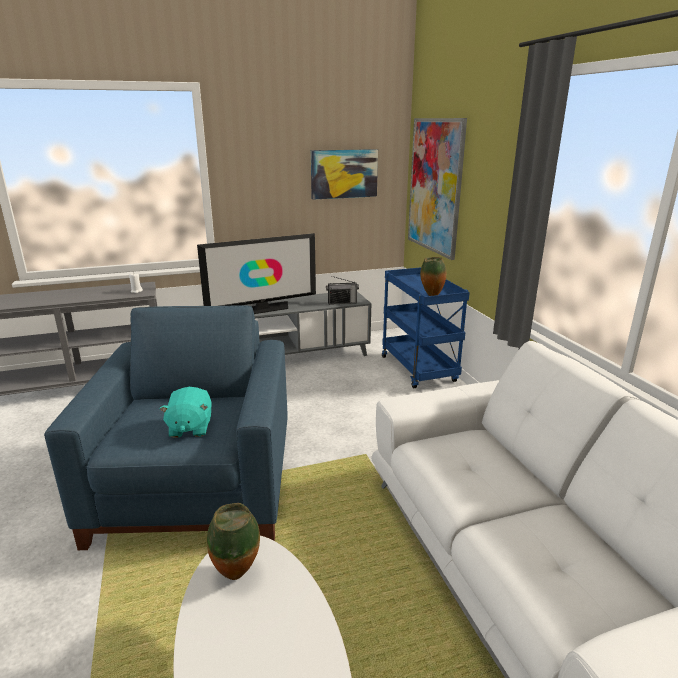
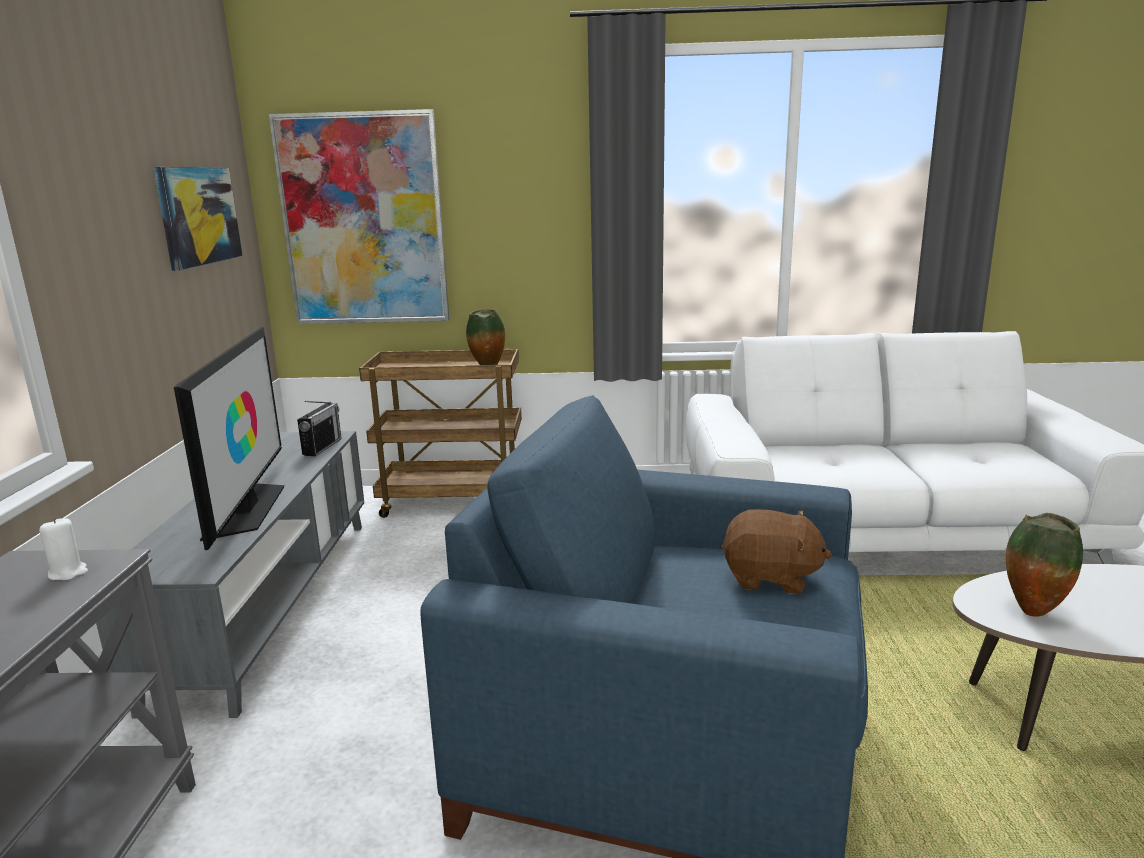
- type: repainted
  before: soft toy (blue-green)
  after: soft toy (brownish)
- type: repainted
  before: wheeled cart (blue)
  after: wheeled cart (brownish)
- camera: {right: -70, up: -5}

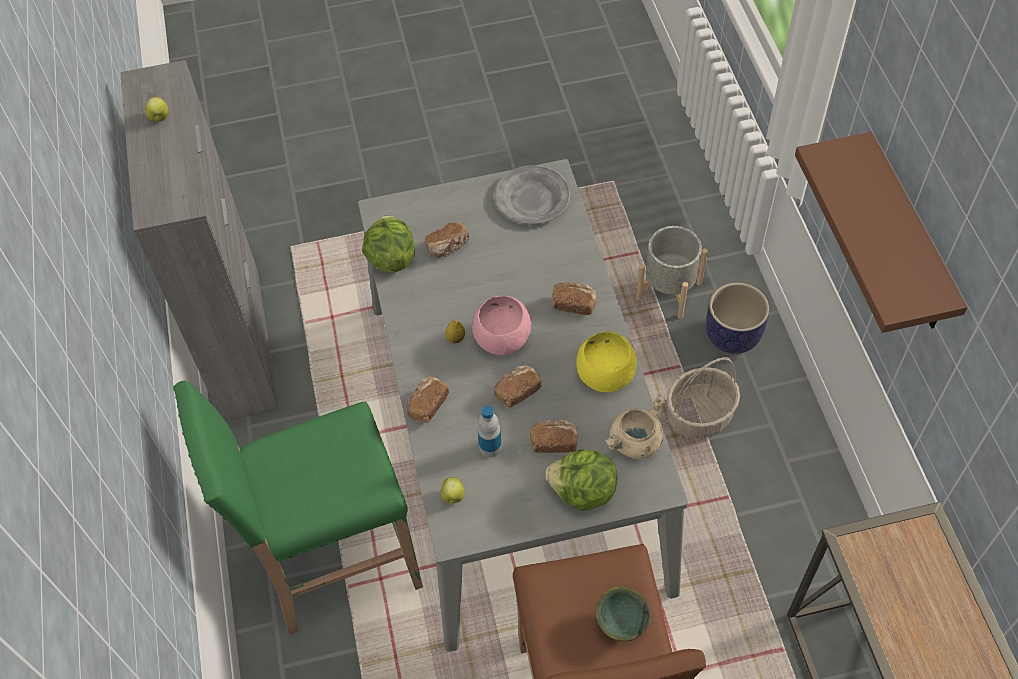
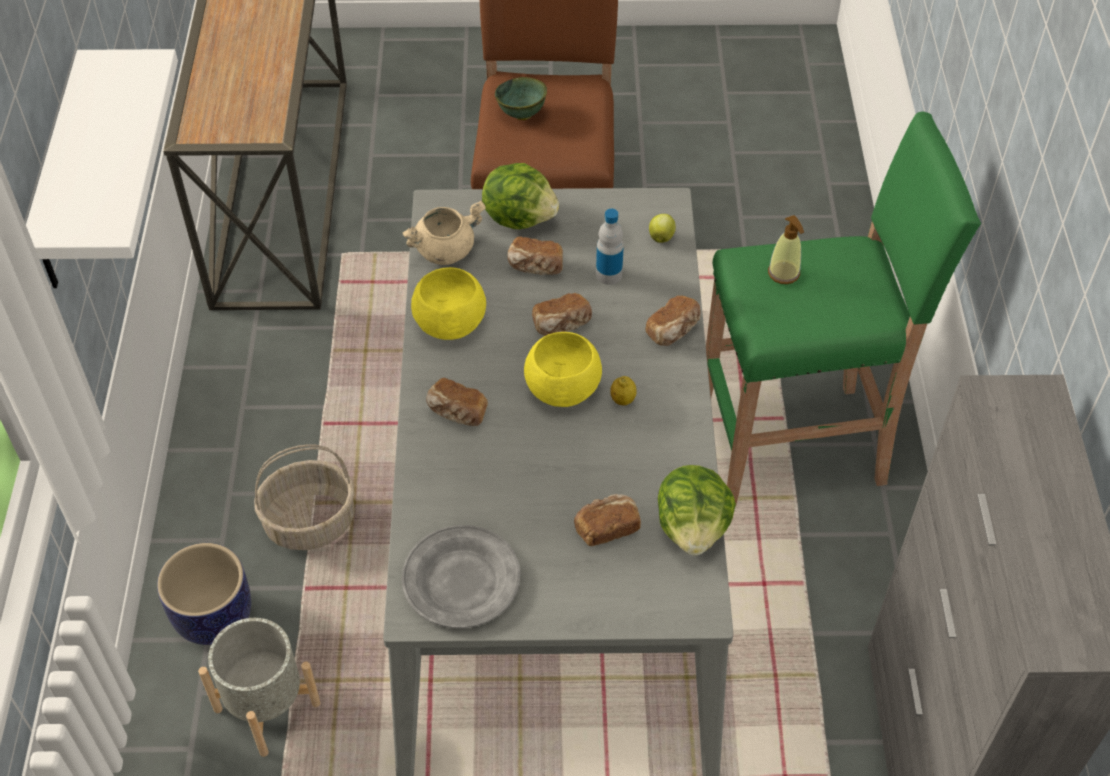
- type: gone
  before: apple (no. 1 from left)
- type: new
  after: liquid soap bottle
- type: repainted
  before: deep dish (pink-coloured)
  after: deep dish (yellowish) (no. 2 from left)
- type: repainted
  before: bracket shelf (brownish)
  after: bracket shelf (white)
- camera: {right: -170, up: -5}

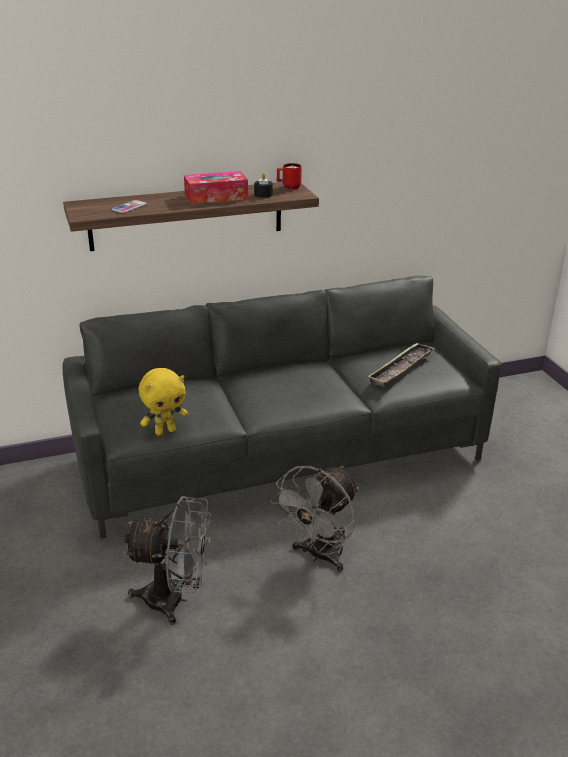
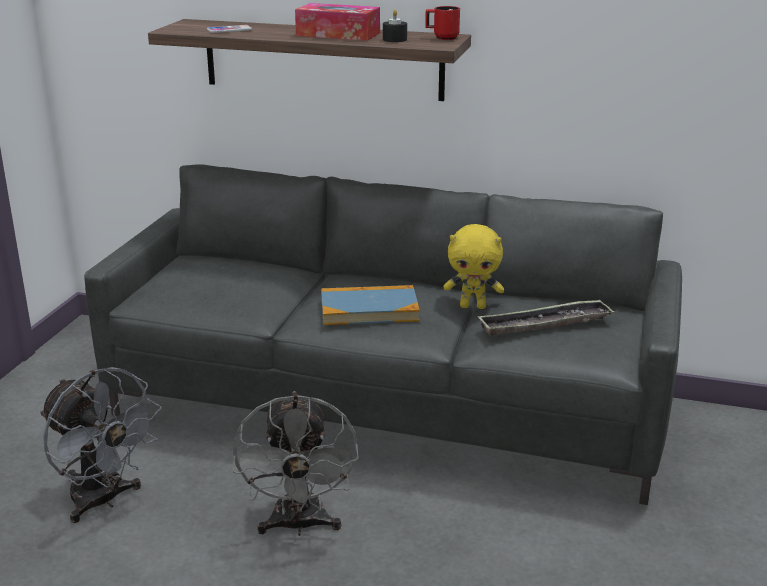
- type: new
  after: volume
- type: shifted
  before: soft toy (yellowish)
- type: rotated
  before: cooling fan (grey) (no. 2 from left)
  turn: -75
- camera: {right: 35, up: -5}

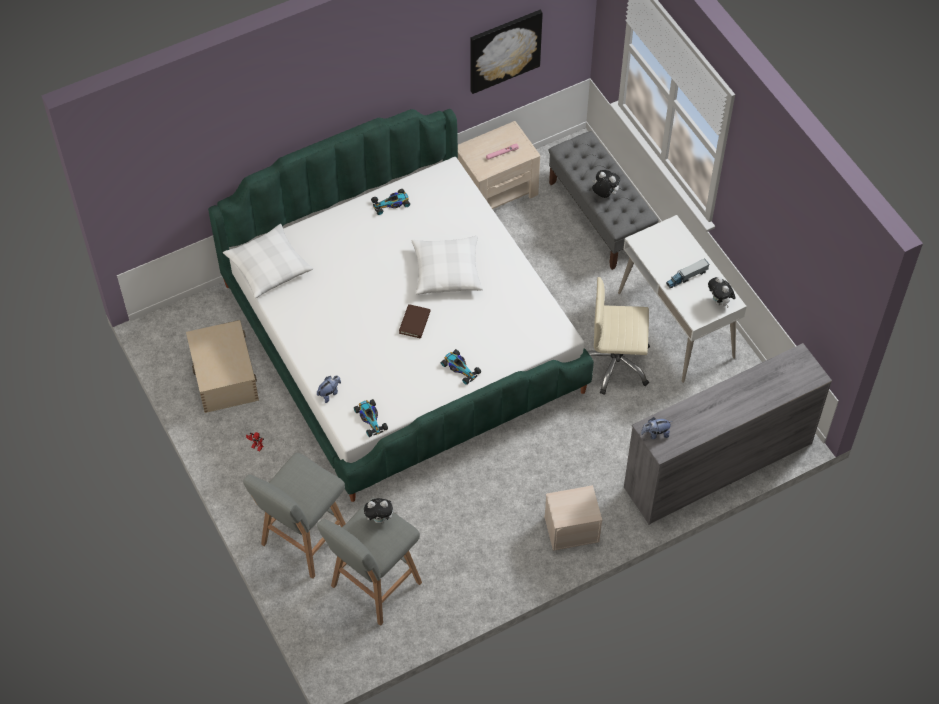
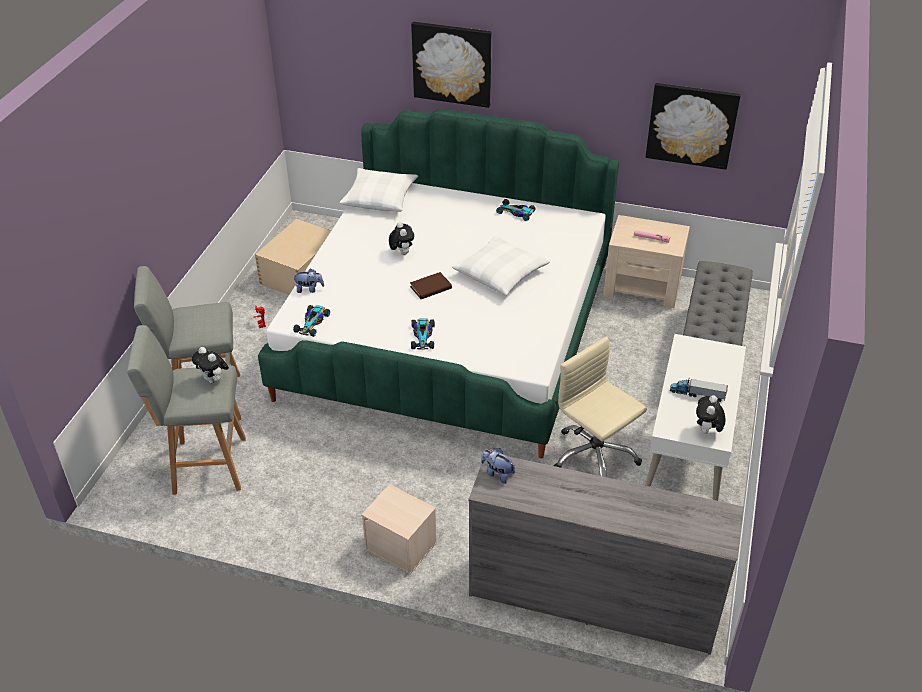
- type: new
  after: wall art (no. 1 from left)
- type: shifted
  before: soft toy (no. 3 from left)
- camera: {right: 45, up: -15}

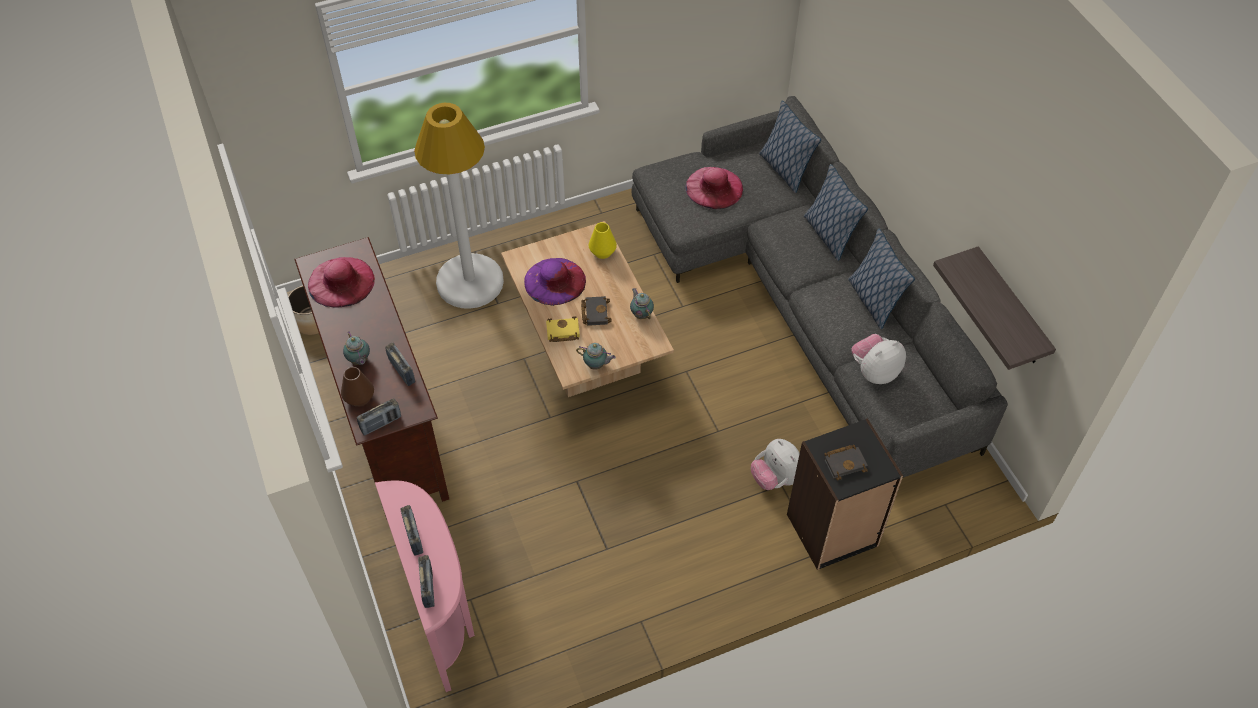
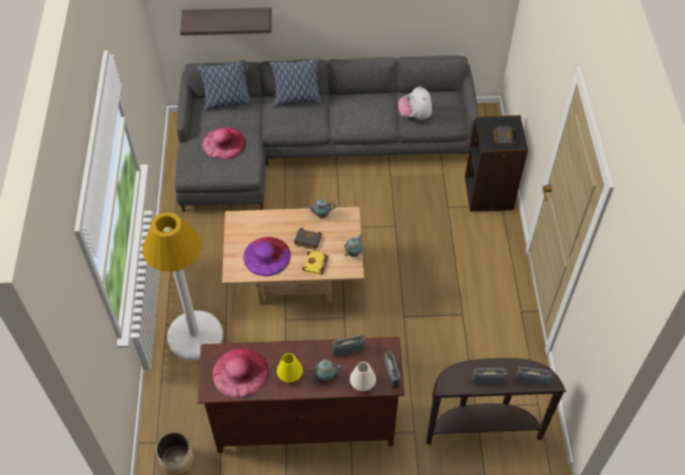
- type: gone
  before: soft toy (no. 1 from left)
- type: gone
  before: cushion (no. 3 from left)
- type: shifted
  before: decorative vase (yellowish)
- type: shifted
  before: bracket shelf
- type: repainted
  before: decorative vase (brownish)
  after: decorative vase (white)
- type: repainted
  before: hall table (pink-coloured)
  after: hall table (brownish)
- camera: {right: -70, up: 0}

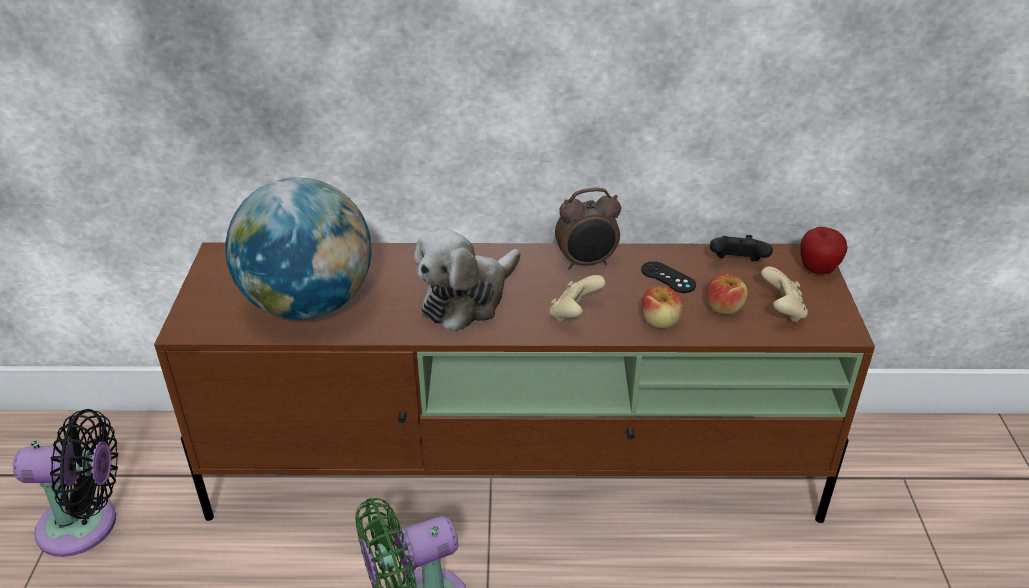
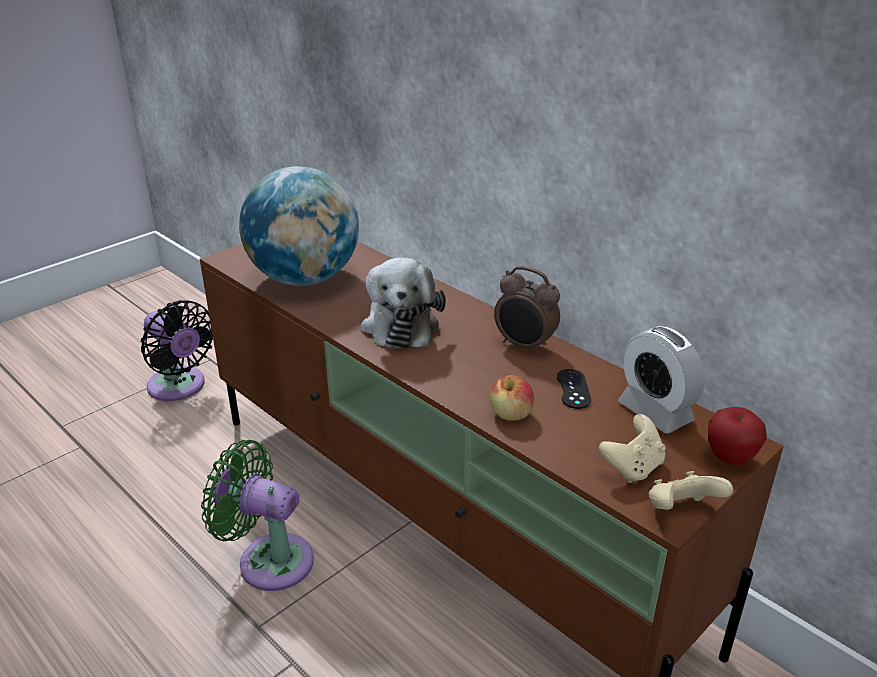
- type: gone
  before: apple (no. 2 from left)
- type: shifted
  before: gamepad (beige-coloured) (no. 1 from left in the first image)
  after: gamepad (beige-coloured) (no. 2 from left)
- type: swapped
  before: gamepad (blackish) (no. 2 from left)
  after: table clock (no. 2 from left)
- type: rotated
  before: soft toy
  turn: -90
- camera: {right: 45, up: -5}

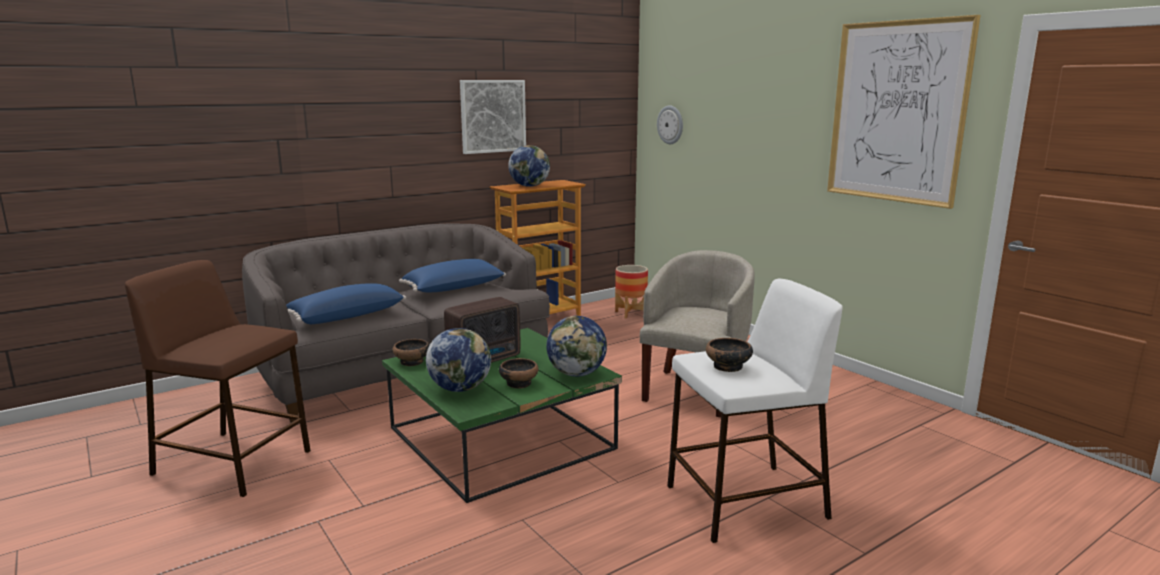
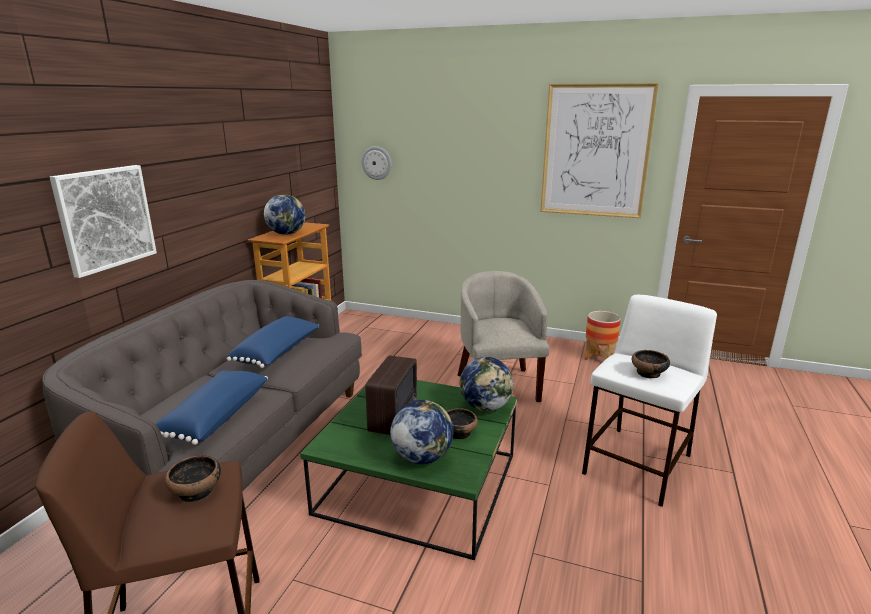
- type: shifted
  before: deep dish (no. 1 from left)
- type: shifted
  before: wall art (no. 1 from left)
- type: shifted
  before: flower pot
- camera: {right: -35, up: 5}

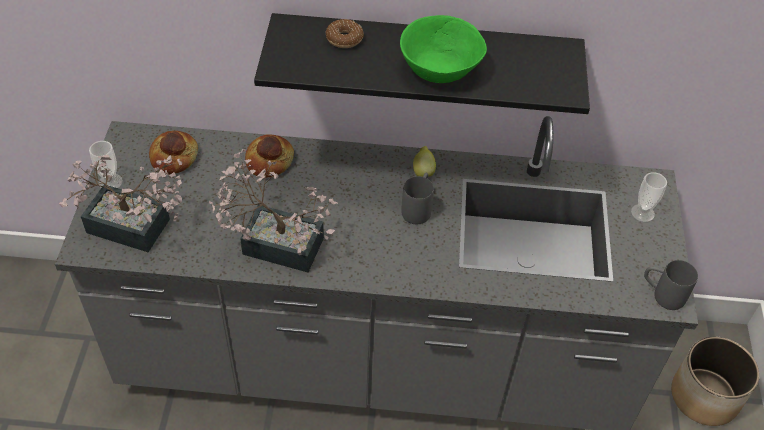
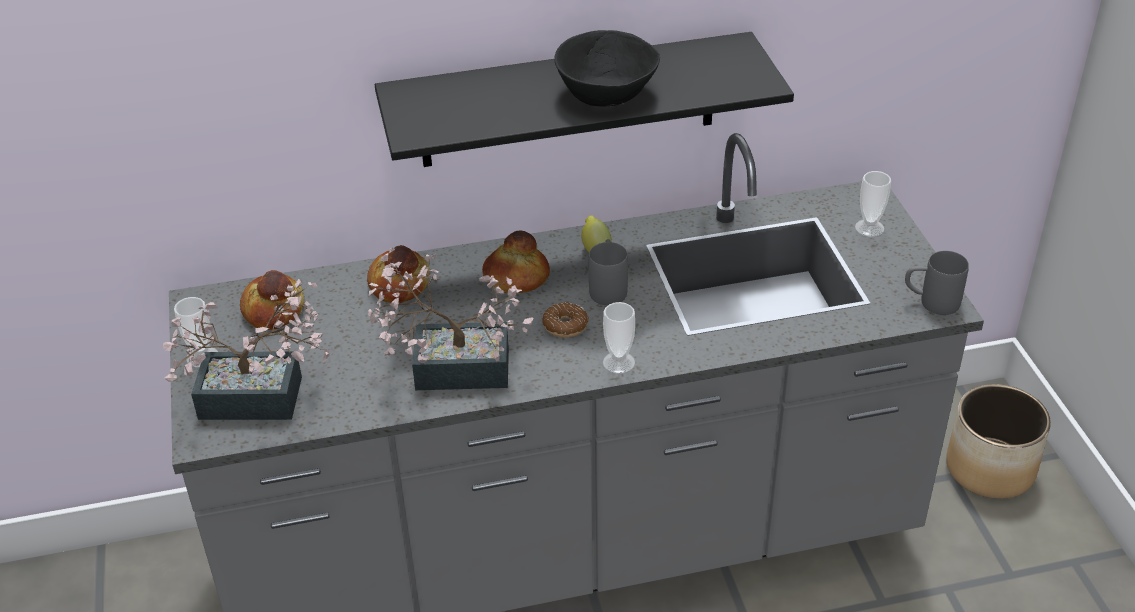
- type: new
  after: bakery bread (no. 3 from left)
- type: new
  after: cup (no. 2 from left)
- type: shifted
  before: doughnut
- type: repainted
  before: deep dish (green-coloured)
  after: deep dish (blackish)
- camera: {right: -15, up: -10}

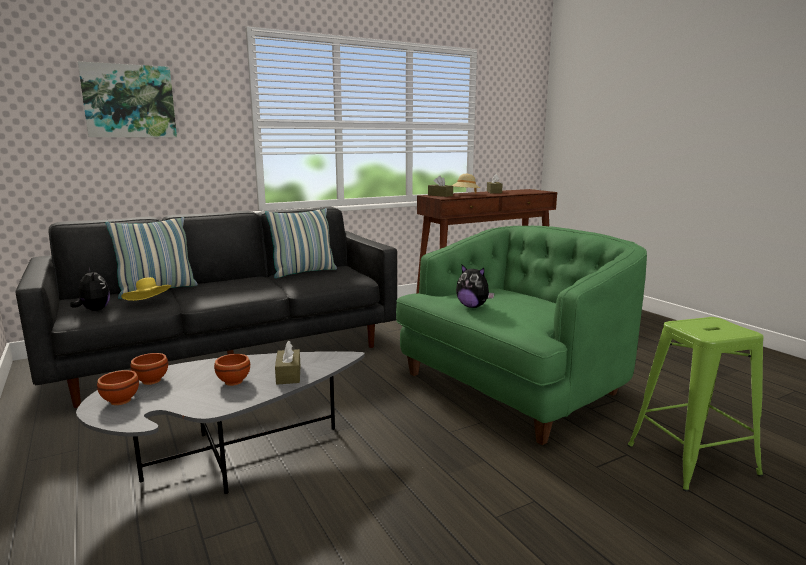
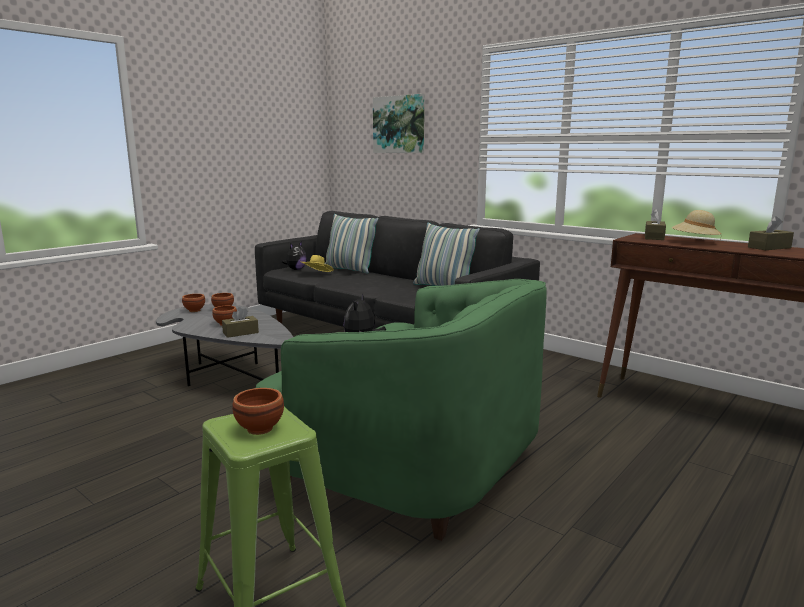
- type: new
  after: deep dish (brownish) (no. 4 from left)
- camera: {right: 70, up: 0}

